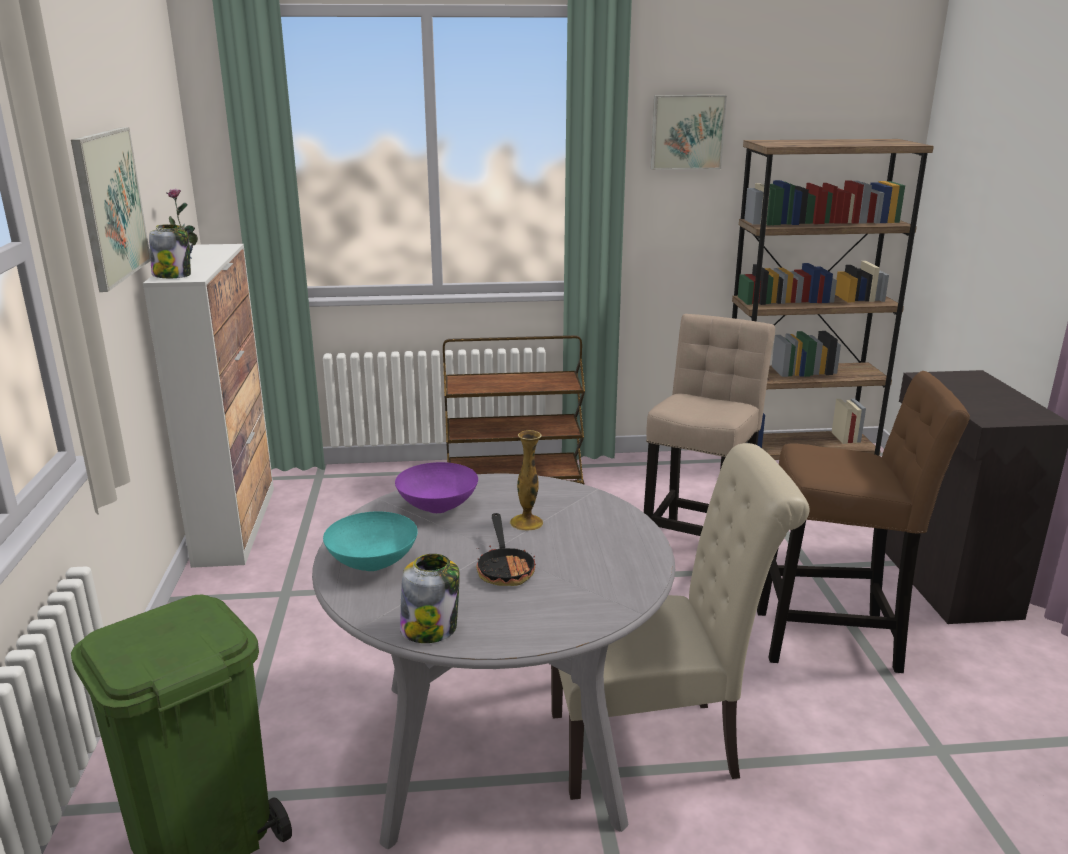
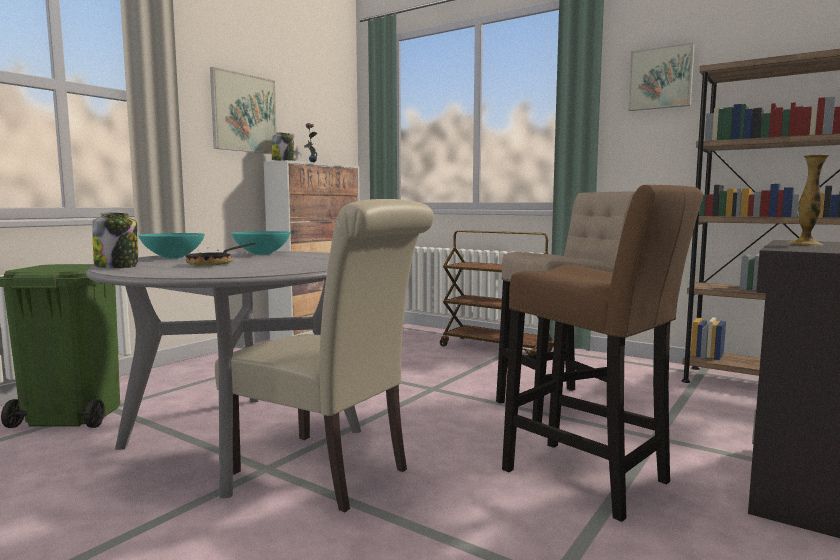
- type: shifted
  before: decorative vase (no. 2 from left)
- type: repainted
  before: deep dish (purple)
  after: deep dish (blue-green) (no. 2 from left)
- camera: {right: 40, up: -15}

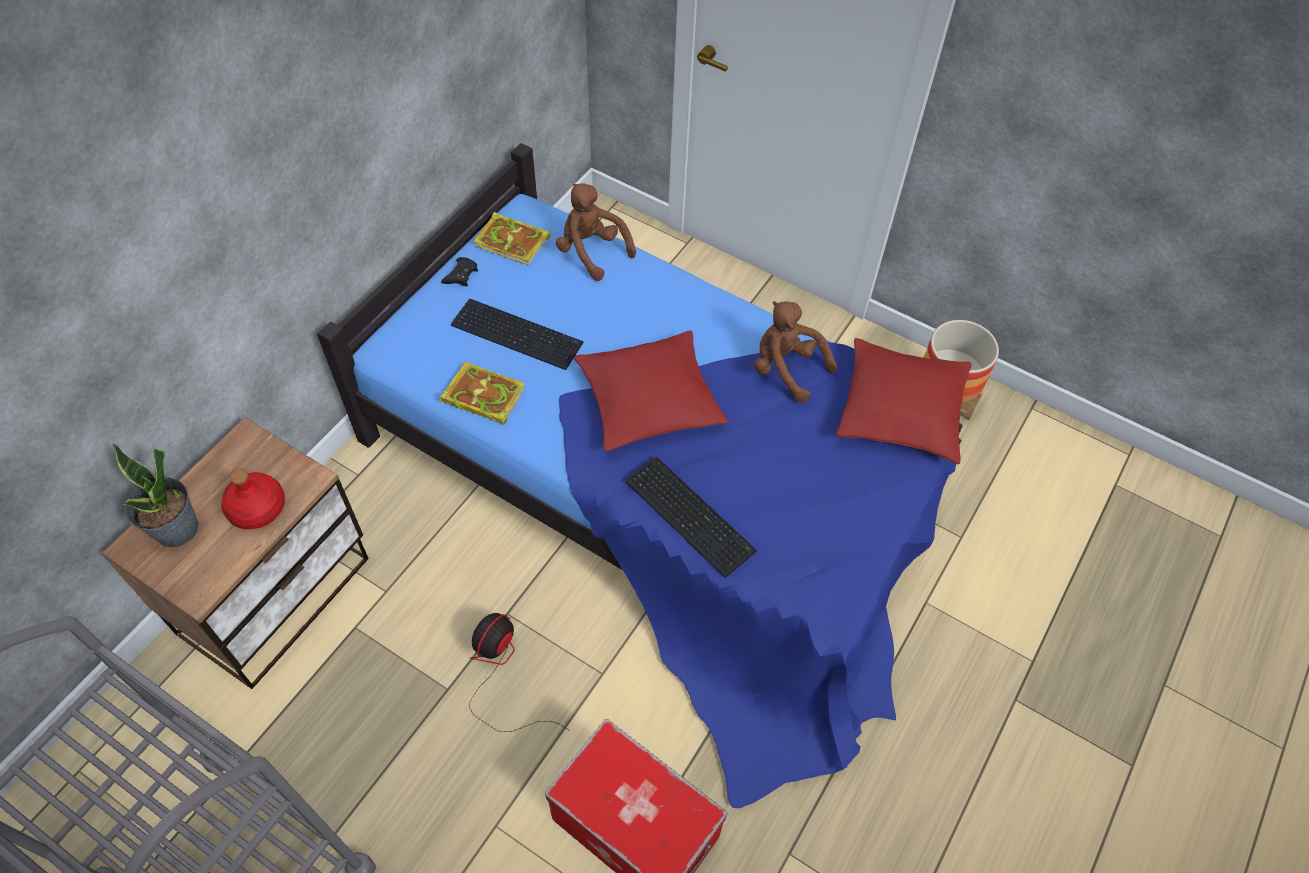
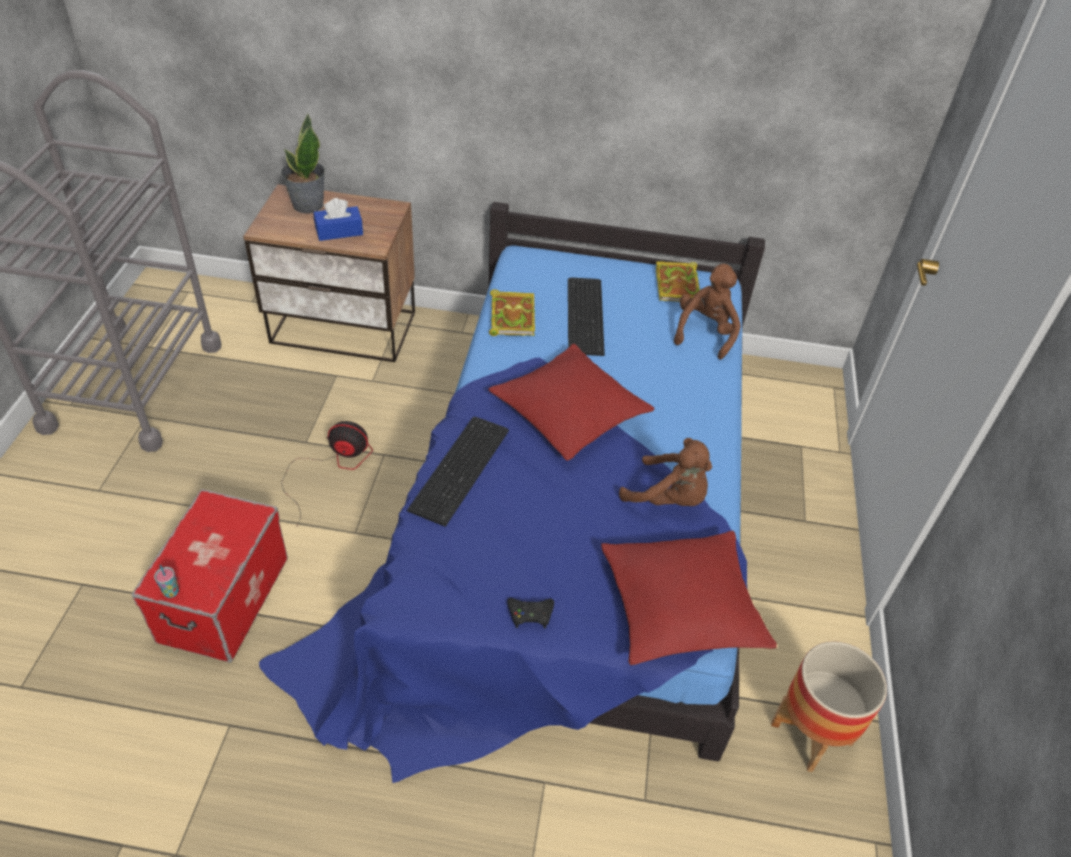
- type: new
  after: cup
- type: shifted
  before: gamepad (blackish)
- type: swapped
  before: drink bottle (red)
  after: tissue box (blue)
- type: rotated
  before: soft toy (brownish) (no. 2 from left in the first image)
  turn: 105
- camera: {right: 65, up: -10}

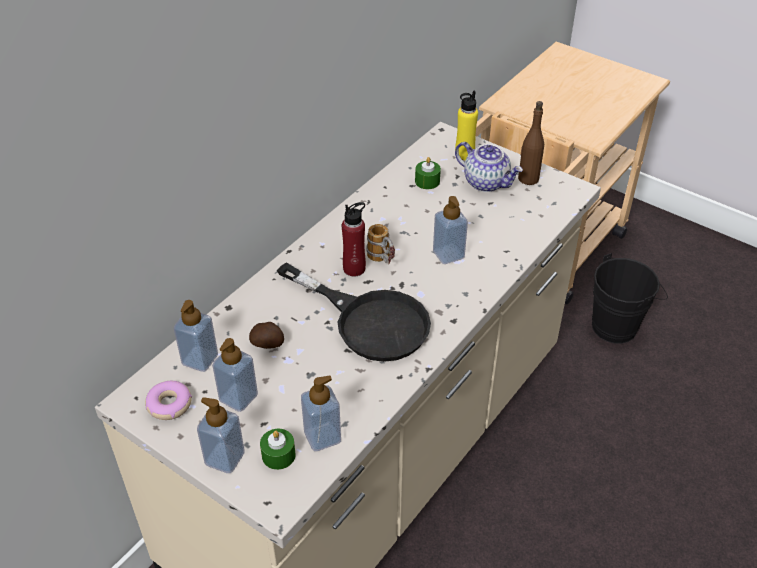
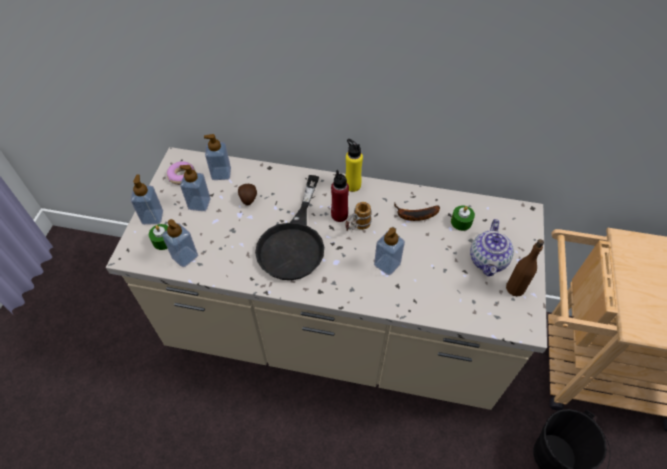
- type: new
  after: banana fruit
- type: shifted
  before: drink bottle (yellowish)
- camera: {right: 65, up: 10}

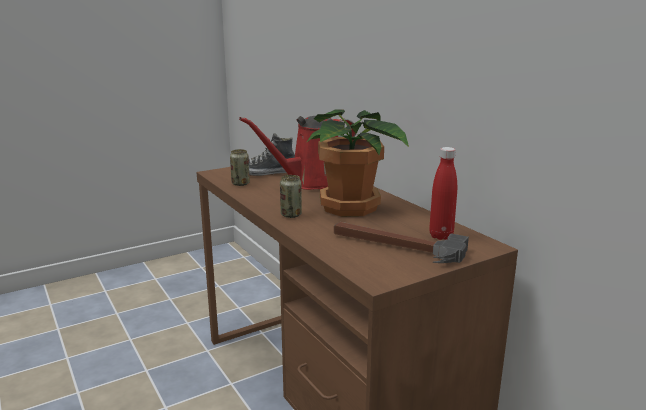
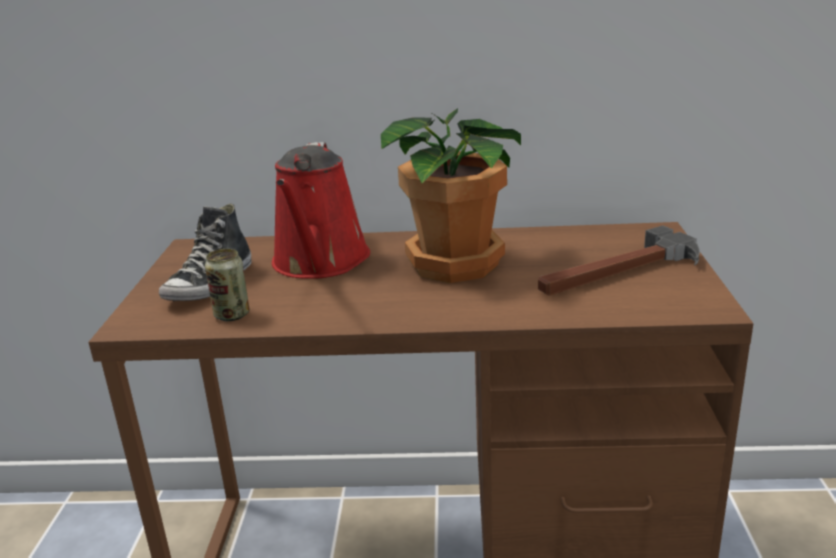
- type: gone
  before: sealed can (no. 2 from left)
- type: gone
  before: drink bottle (red)
- camera: {right: -55, up: 5}

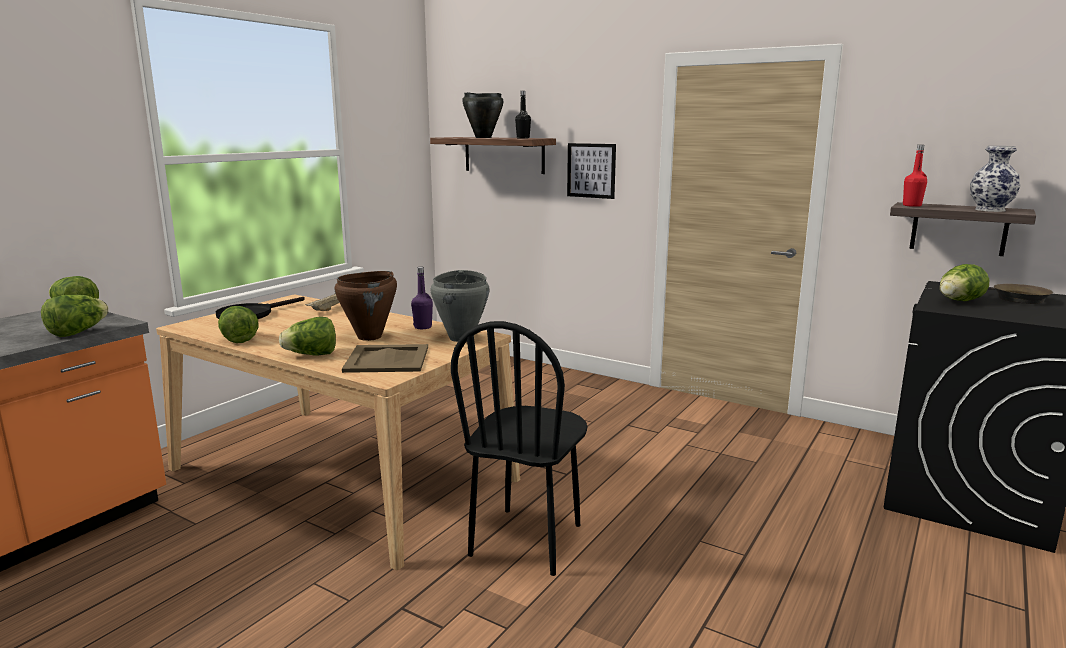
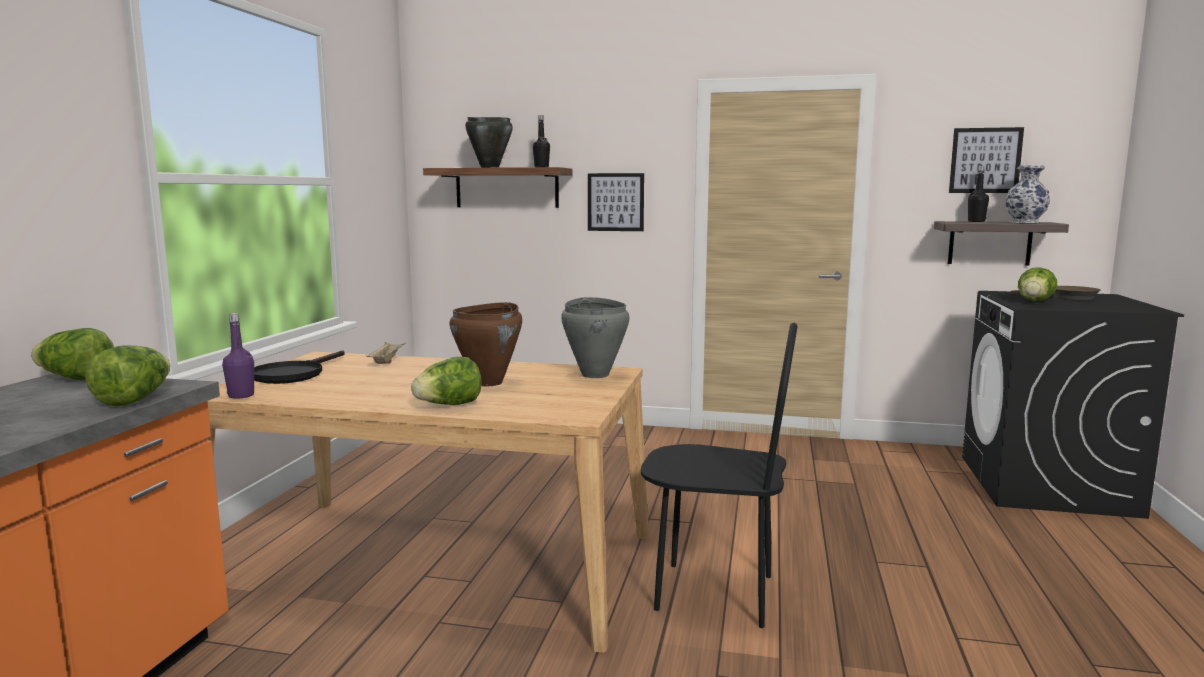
- type: gone
  before: lettuce (no. 3 from left)
- type: gone
  before: serving tray (beige-coloured) (no. 2 from left)
- type: gone
  before: drink bottle (red)
- type: new
  after: wall art (no. 2 from left)
- type: new
  after: drink bottle (blackish) (no. 2 from left)
- type: shifted
  before: drink bottle (purple)
- type: rotated
  before: chair (blackish)
  turn: -75
- camera: {right: -20, up: -5}

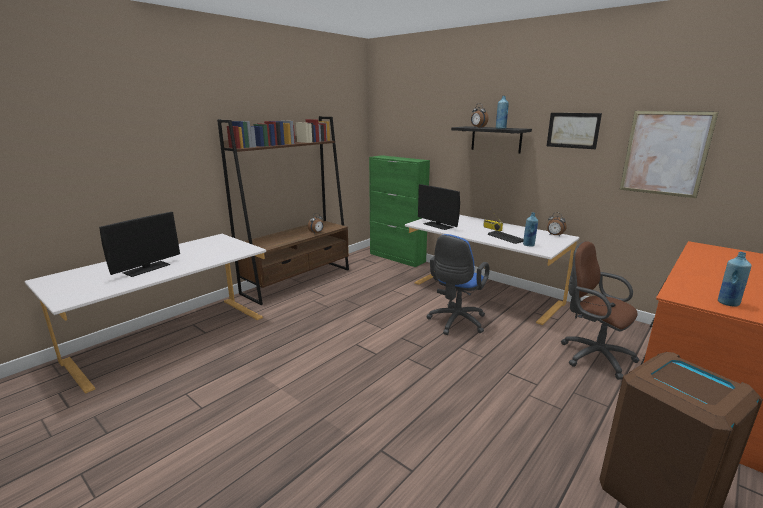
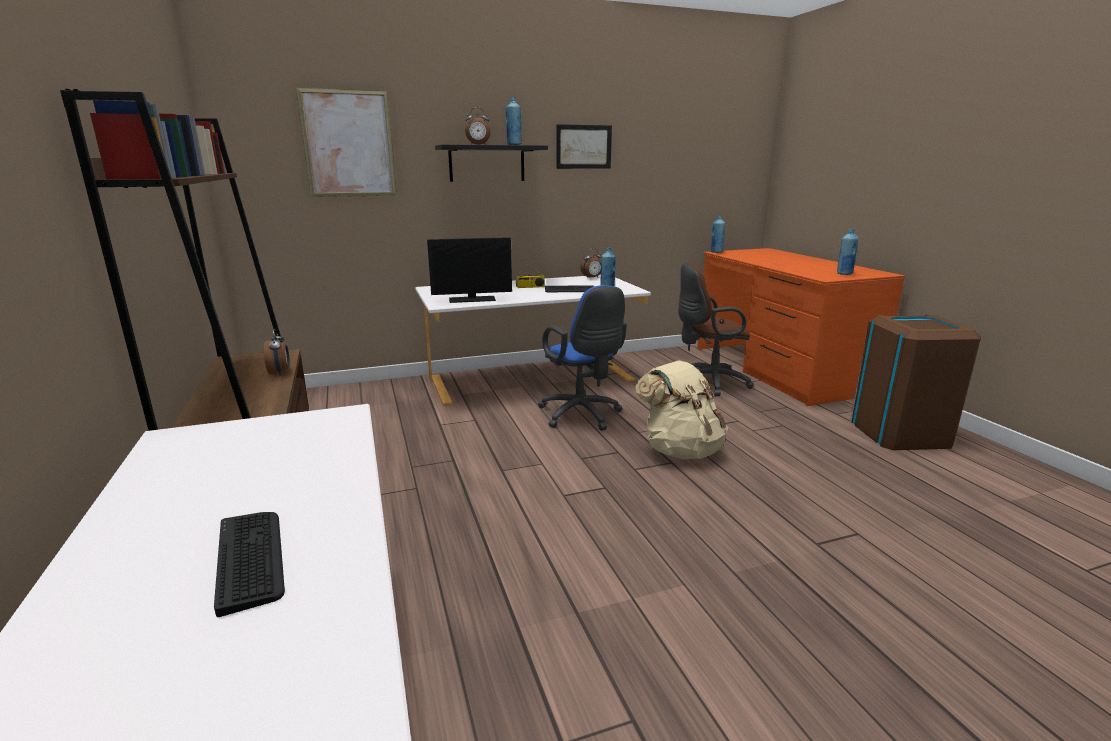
- type: gone
  before: cupboard (green-coloured)
- type: new
  after: backpack (beige-coloured)
- type: new
  after: drink bottle (blue) (no. 3 from left)
- type: shifted
  before: wall art (no. 2 from left in the first image)
  after: wall art (no. 1 from left)
- type: swapped
  before: monitor (no. 1 from left)
  after: keyboard (no. 1 from left)
- camera: {right: -60, up: 0}

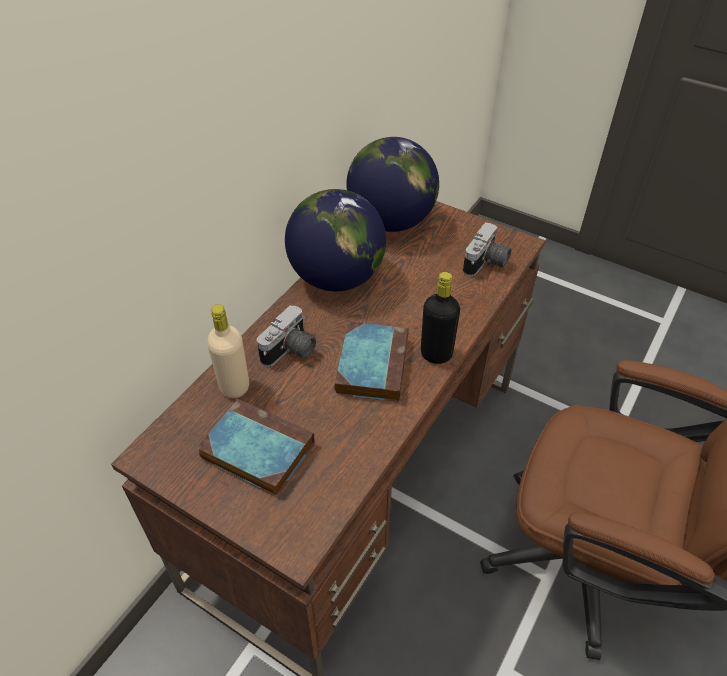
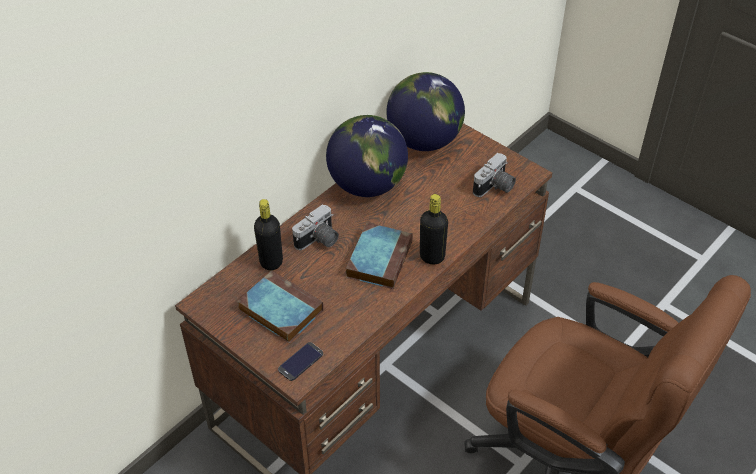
- type: new
  after: phone
- type: repainted
  before: drink bottle (beige-coloured)
  after: drink bottle (blackish) (no. 1 from left)
- camera: {right: 10, up: 0}

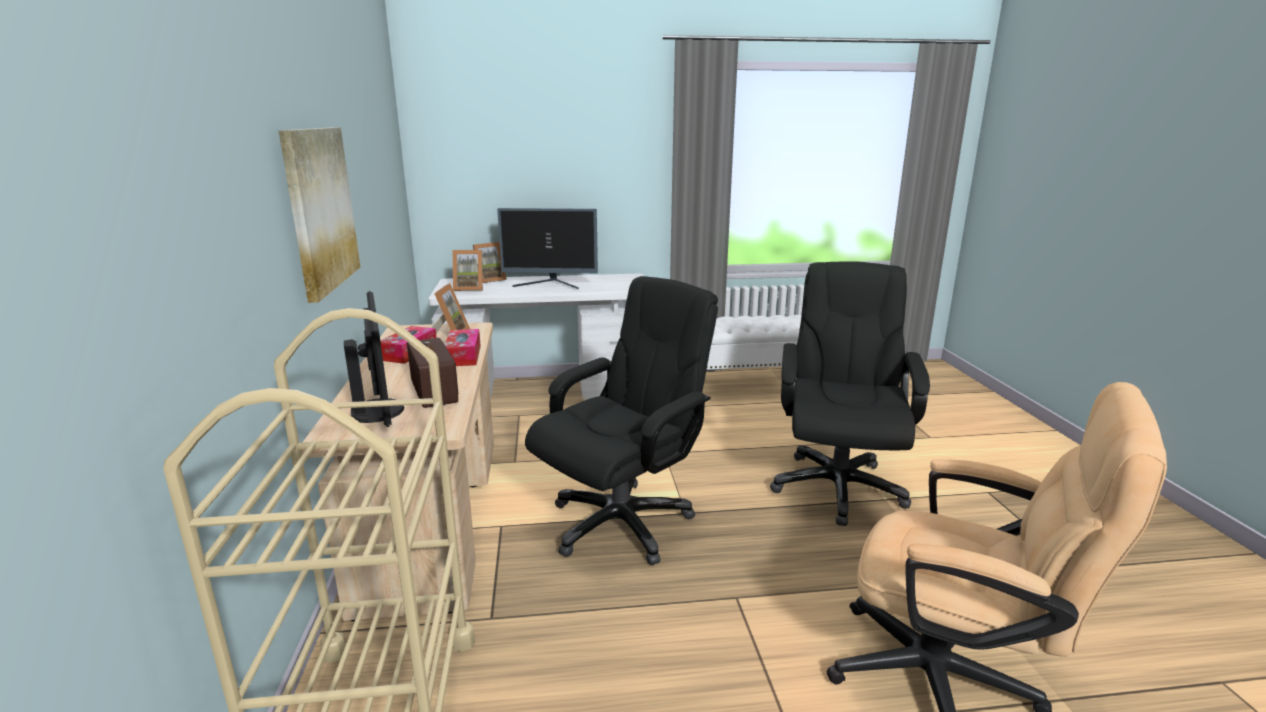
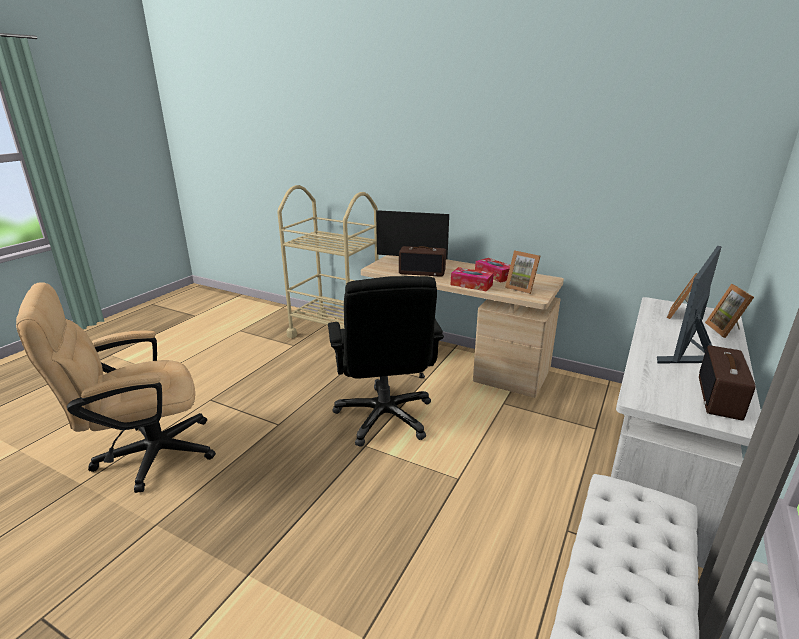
- type: gone
  before: wall art
- type: gone
  before: office chair (blackish) (no. 2 from left)
- type: new
  after: radio (no. 2 from left)
- camera: {right: 125, up: 5}

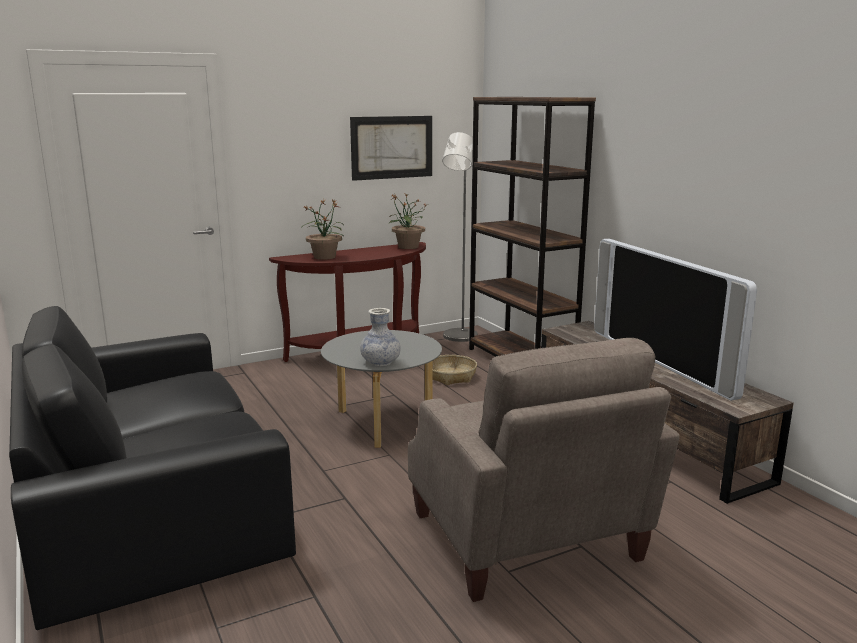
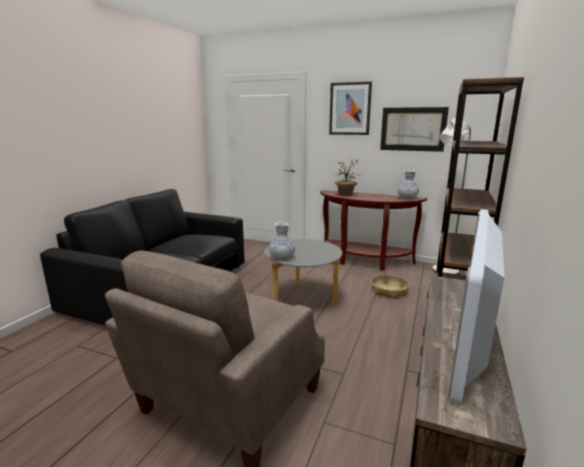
- type: new
  after: wall art (no. 1 from left)
- type: swapped
  before: potted plant (no. 2 from left)
  after: decorative vase (no. 2 from left)
- camera: {right: 50, up: 0}

